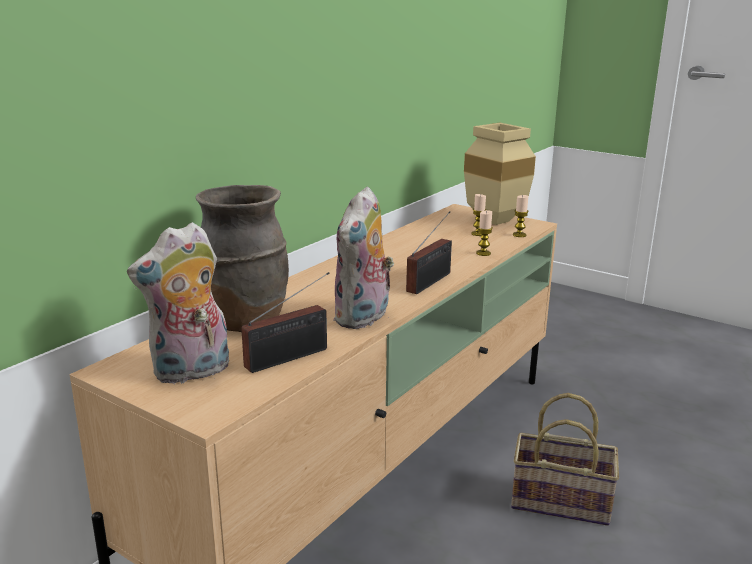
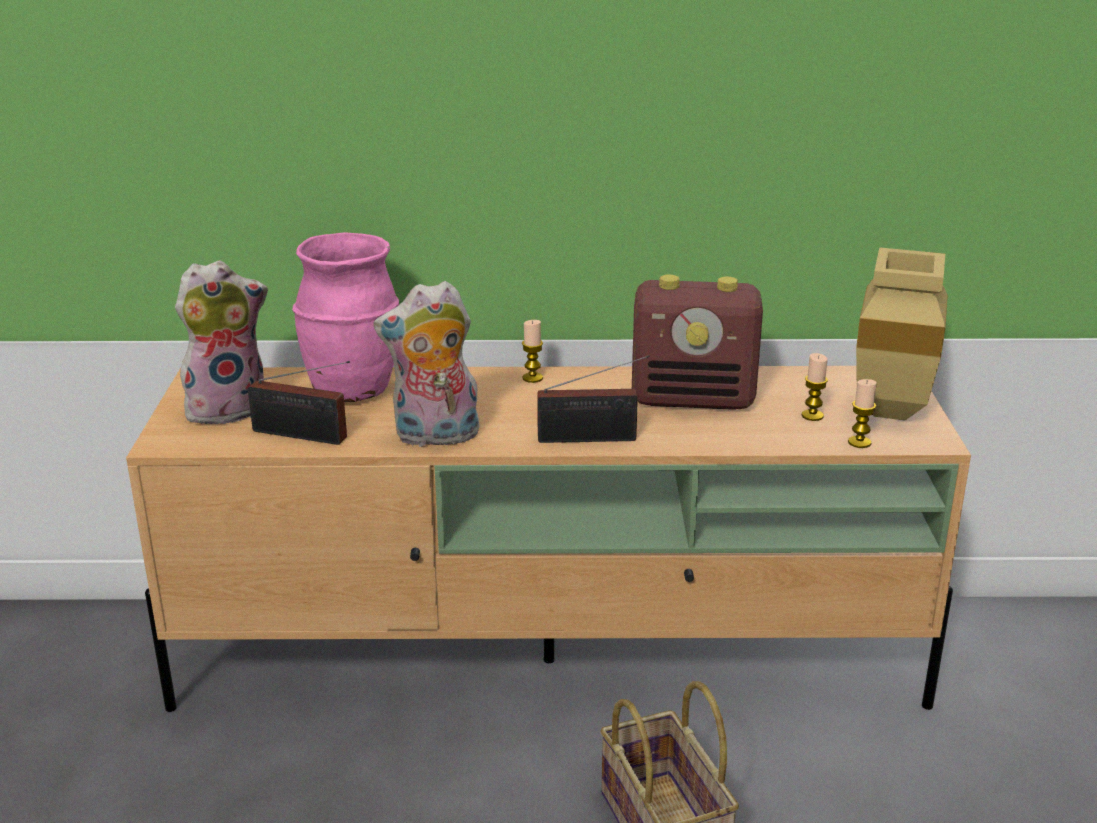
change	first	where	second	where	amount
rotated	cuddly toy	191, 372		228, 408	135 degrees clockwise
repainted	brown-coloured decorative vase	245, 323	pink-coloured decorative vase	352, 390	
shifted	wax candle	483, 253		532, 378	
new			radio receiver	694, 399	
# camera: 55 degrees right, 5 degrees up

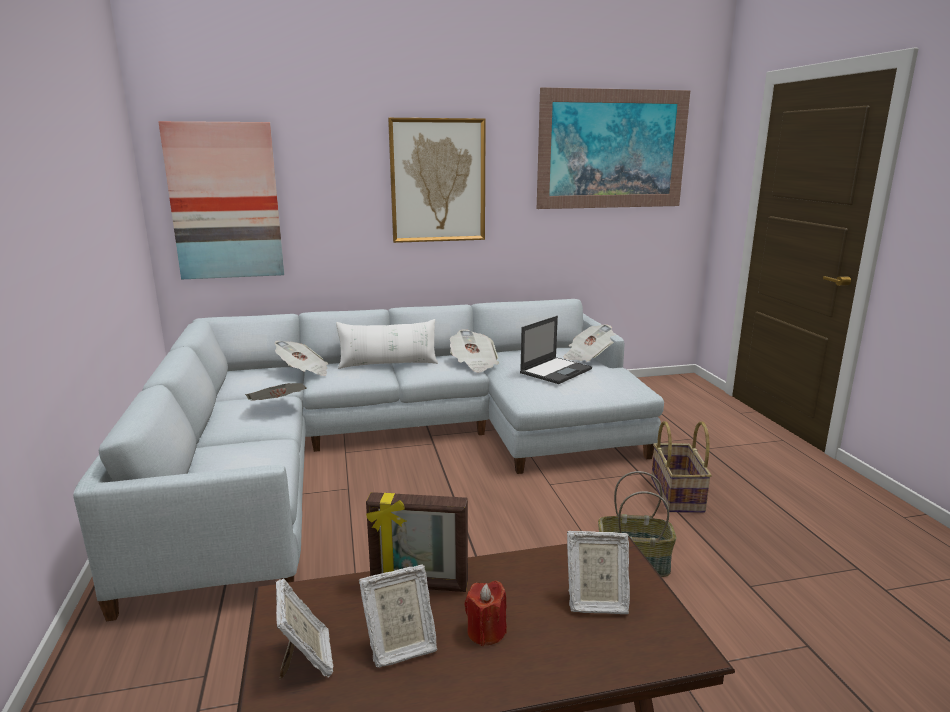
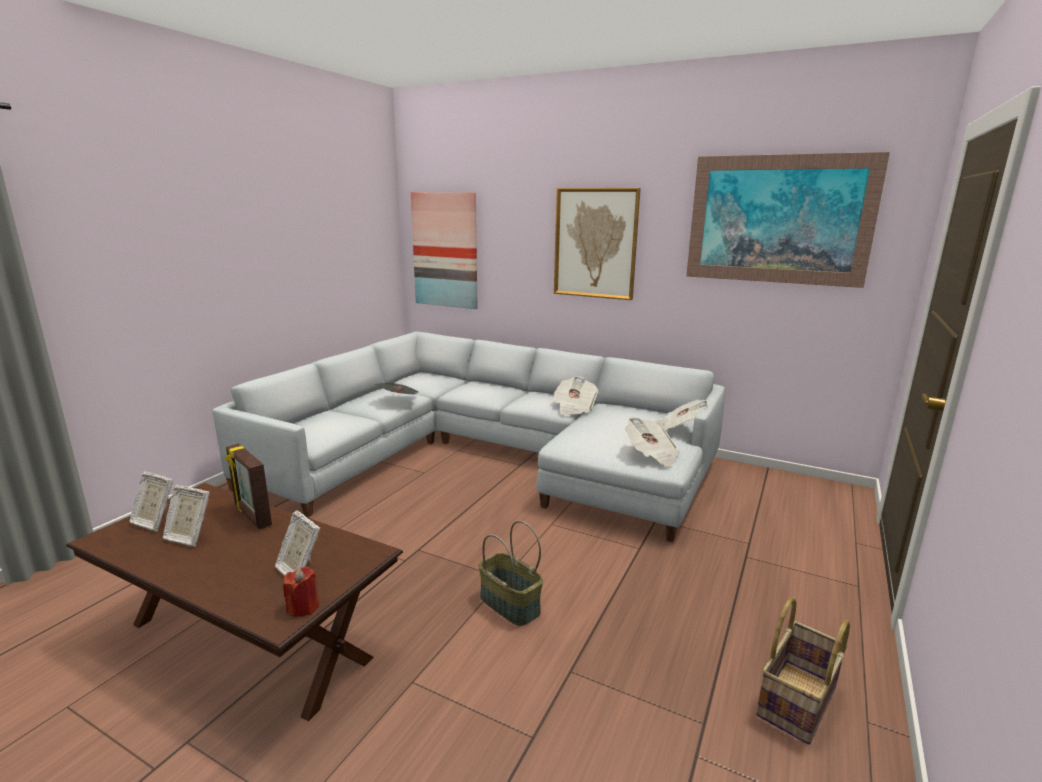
change	first	where	second	where	amount
shifted	newspaper	304, 371		651, 455	
rotated	standing frame	307, 661		154, 522	90 degrees clockwise
gone	white cushion	388, 364			
shifted	reddish wax candle	486, 632		303, 607	
gone	laptop	556, 370			
shifted	household basket	678, 495		798, 702	
# camera: 40 degrees right, 0 degrees up

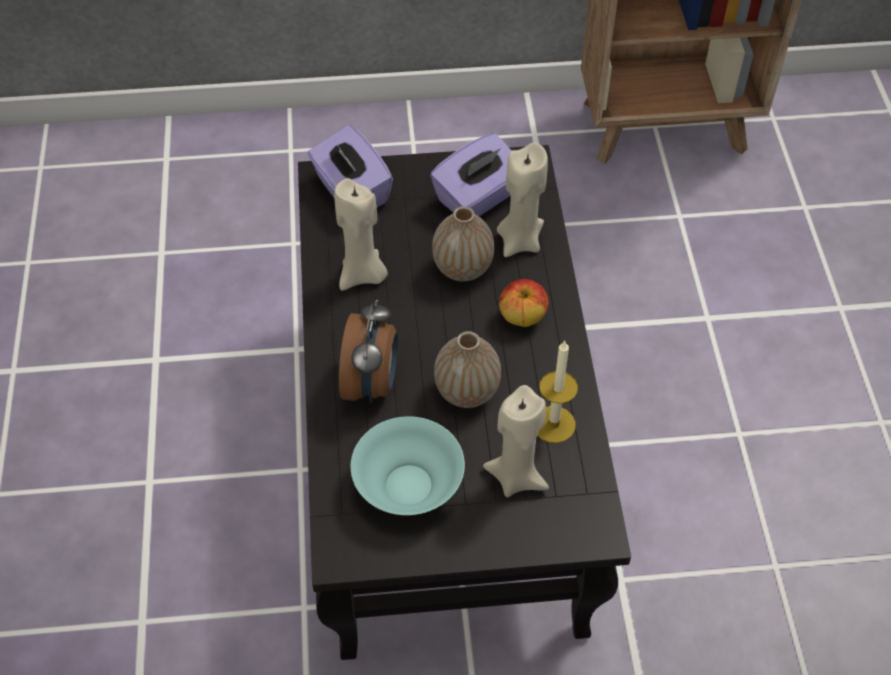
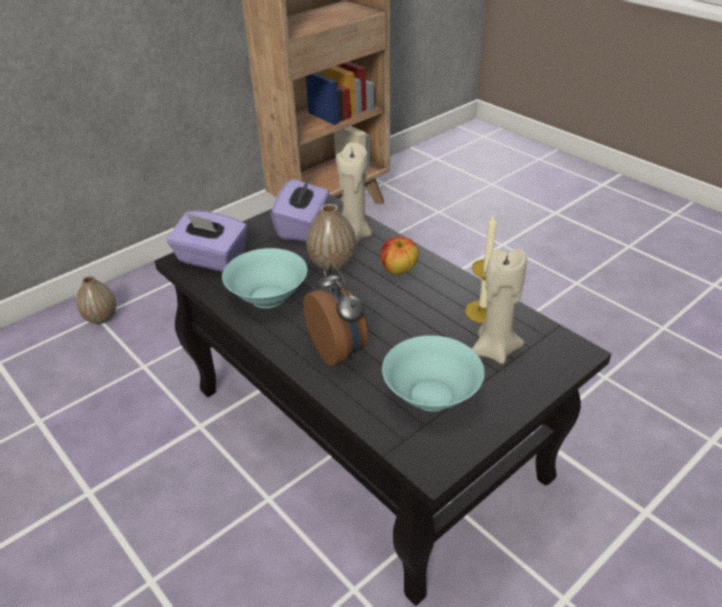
change	first	where	second	where	amount
swapped	sand-coloured wax candle	363, 275	blue-green deep dish	267, 297	
shifted	decorative vase	467, 392		101, 318	
# camera: 35 degrees left, 15 degrees down

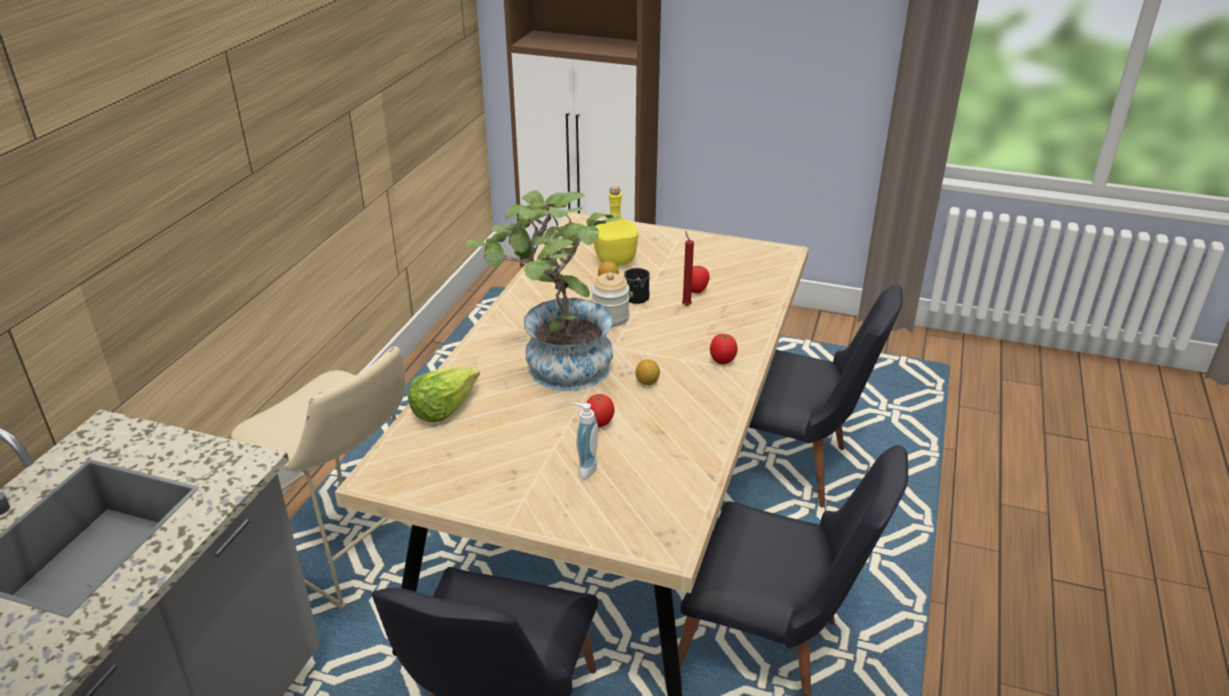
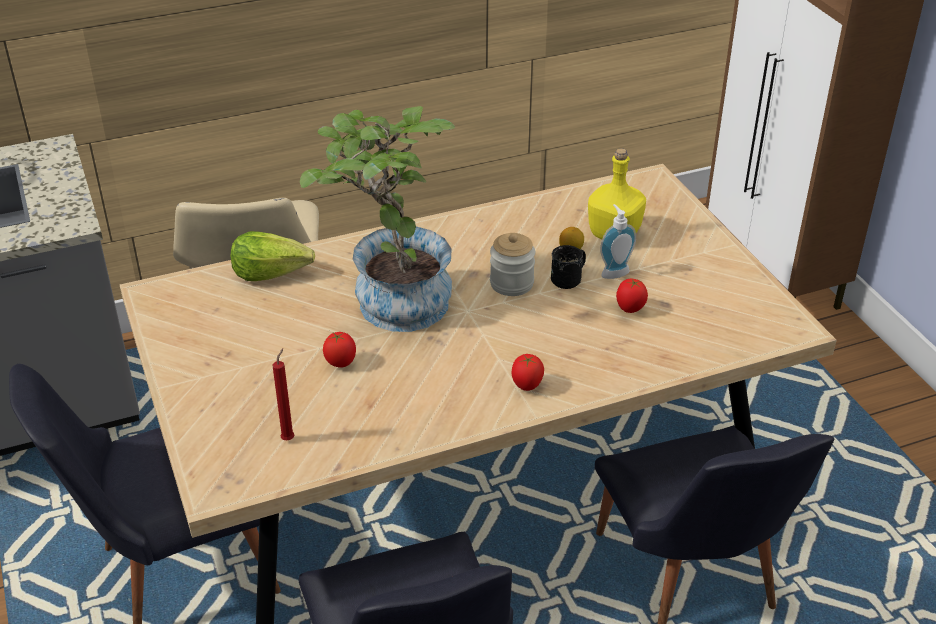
change	first	where	second	where	amount
shifted	soap dispenser	584, 468		613, 271	
gone	lemon	647, 382			
shifted	reddish wax candle	685, 305		289, 438	
# camera: 50 degrees right, 5 degrees up

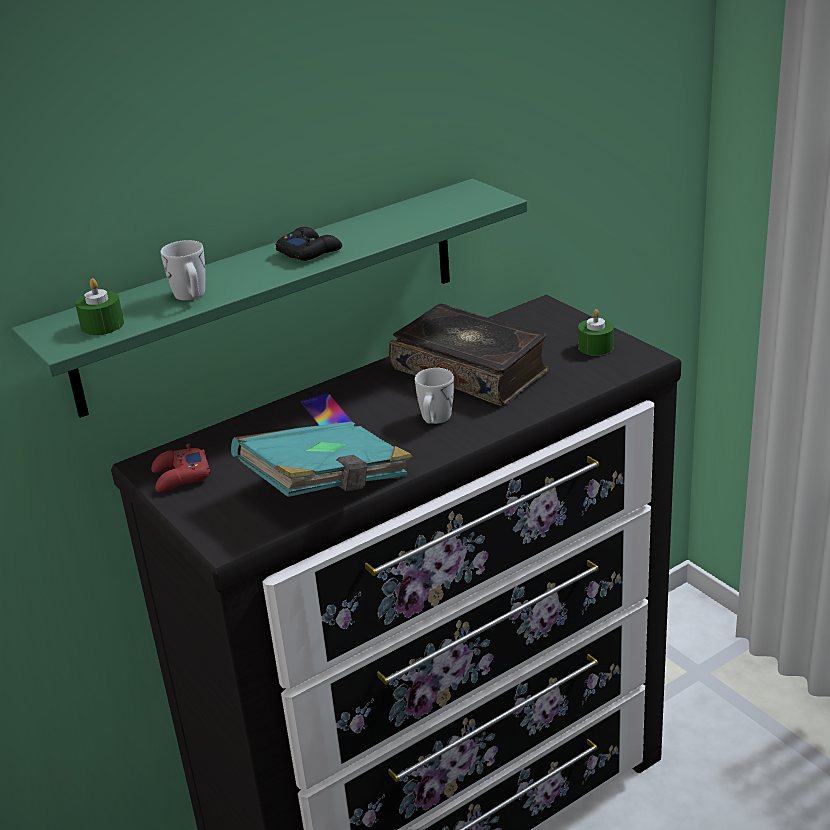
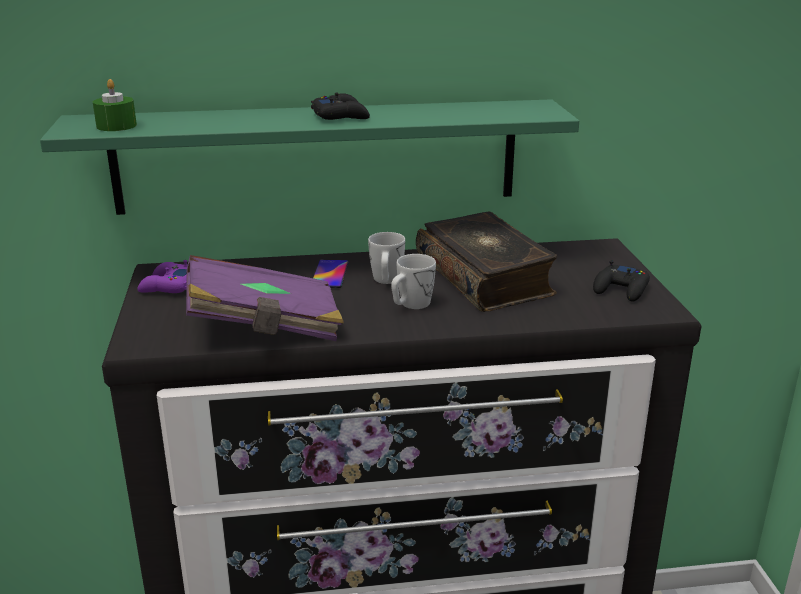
change	first	where	second	where	amount
repainted	reddish gamepad	180, 476	purple gamepad	168, 286	
shifted	white mug	191, 296		386, 281	
repainted	blue-green volume	327, 485	purple volume	265, 327	
swapped	green-coloured wax candle	595, 347	black-coloured gamepad	621, 289	
# camera: 25 degrees right, 5 degrees down

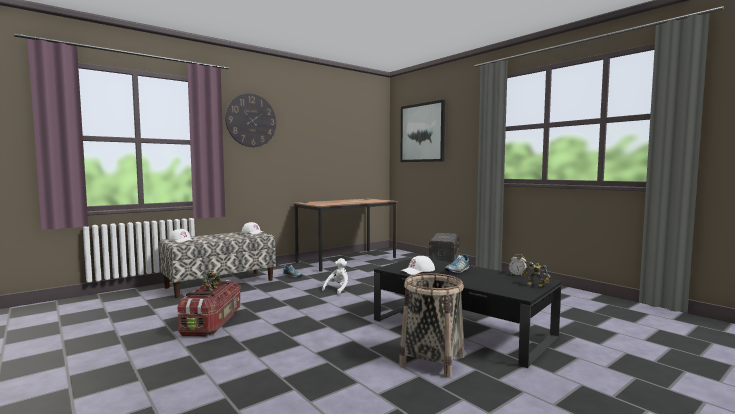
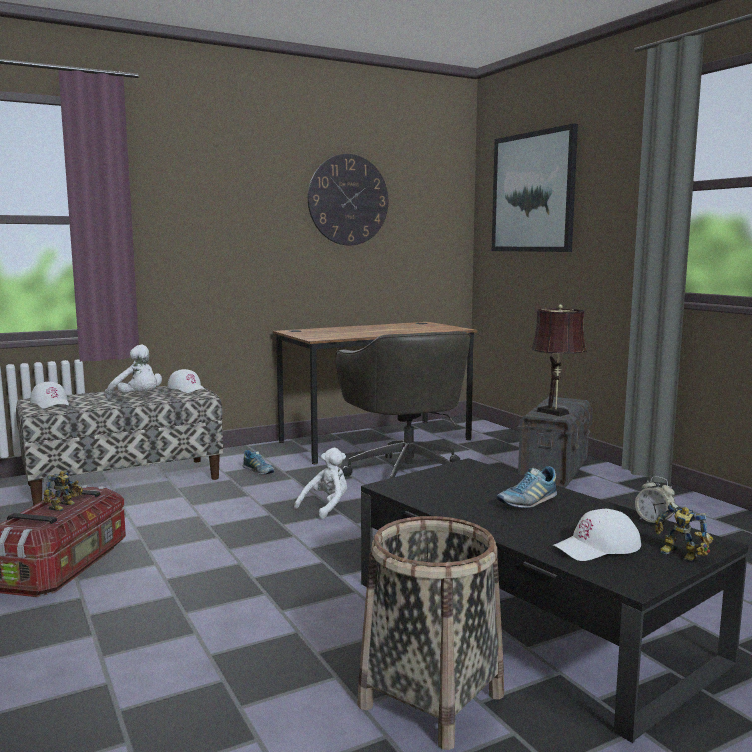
change	first	where	second	where	amount
shifted	wall clock	251, 120		348, 200	
shifted	white baseball cap	418, 271		597, 547	
new			white cuddly toy	138, 398	
new			greyish desk chair	406, 473	
new			brown-coloured table lamp	555, 413	
# camera: 10 degrees right, 5 degrees up

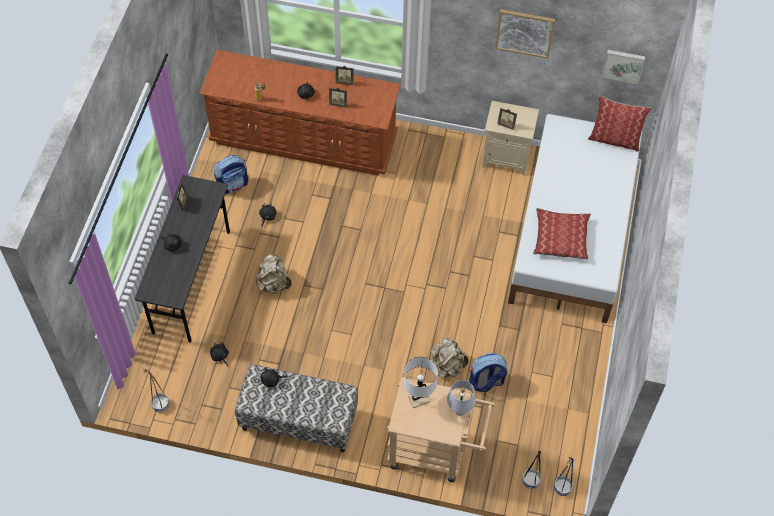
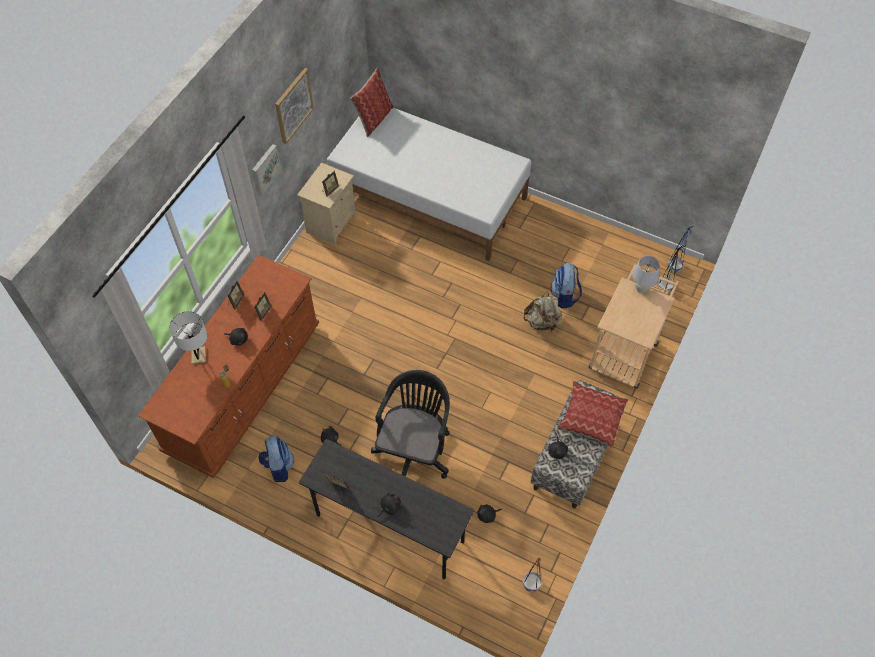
change	first	where	second	where	amount
swapped	sand-coloured rucksack	274, 284	black-coloured desk chair	414, 449	
shifted	white table lamp	418, 399		198, 355	
shifted	cushion	561, 238		591, 418	
shifted	wall picture	623, 65		265, 169	
# camera: 75 degrees left, 0 degrees up

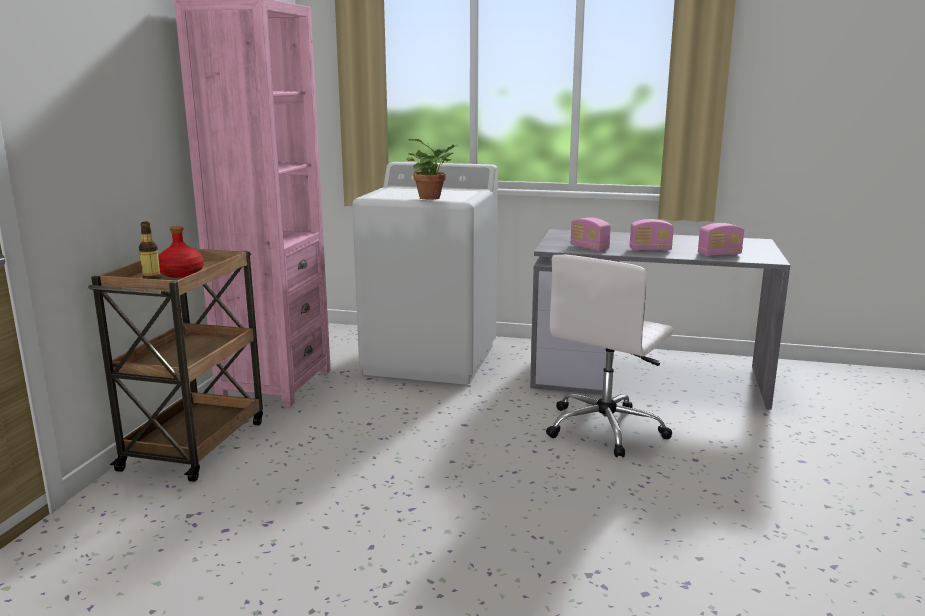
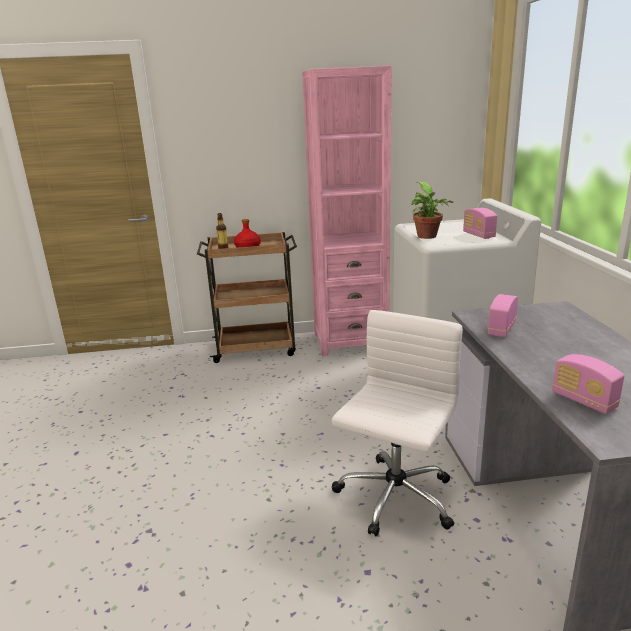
change	first	where	second	where	amount
rotated	white desk chair	606, 428		394, 498	105 degrees clockwise
shifted	radio receiver	650, 249		478, 235	
# camera: 70 degrees right, 5 degrees up

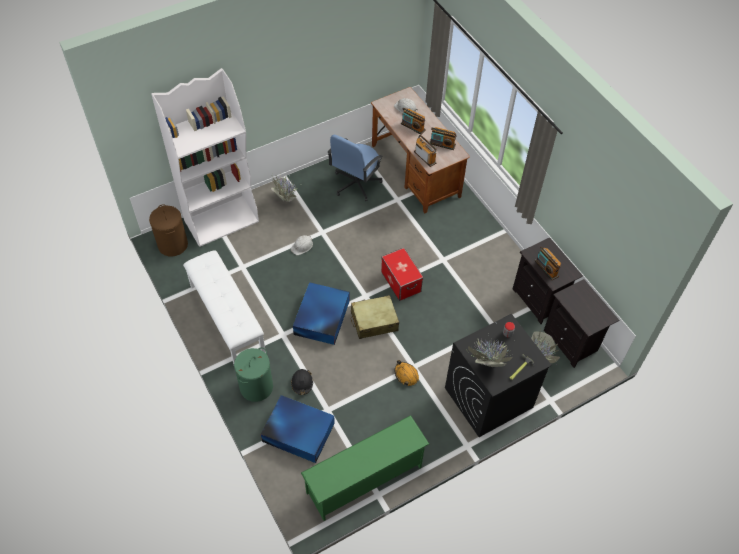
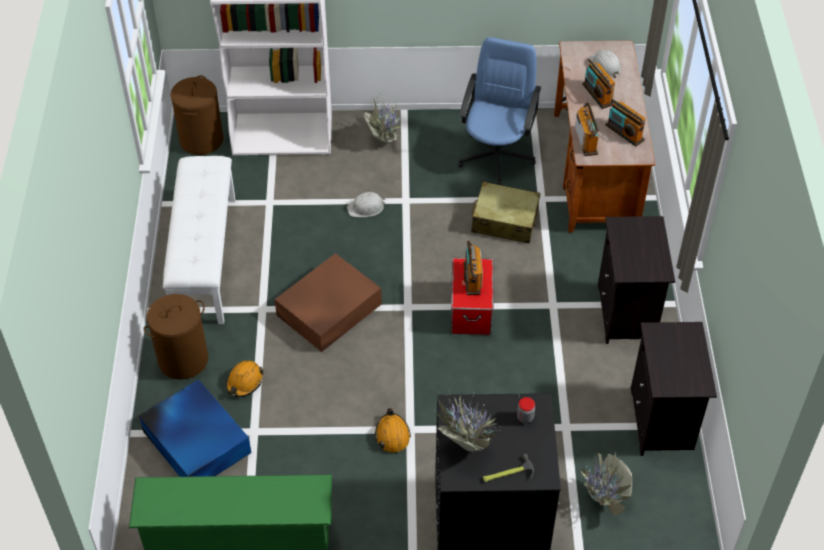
change	first	where	second	where	amount
repainted	green-coloured washing basket	256, 387	brown-coloured washing basket	183, 360	
repainted	black-coloured hard hat	302, 383	orangey hard hat	244, 382	
repainted	blue storage bin	321, 318	brown-coloured storage bin	327, 310	
rotated	blue desk chair	356, 184		496, 156	135 degrees clockwise
shifted	sand-coloured travel case	374, 321		504, 221	
shifted	radio receiver	546, 268		471, 278	
shifted	black-coloured nightstand	572, 342		627, 313	
# camera: 30 degrees right, 5 degrees down

